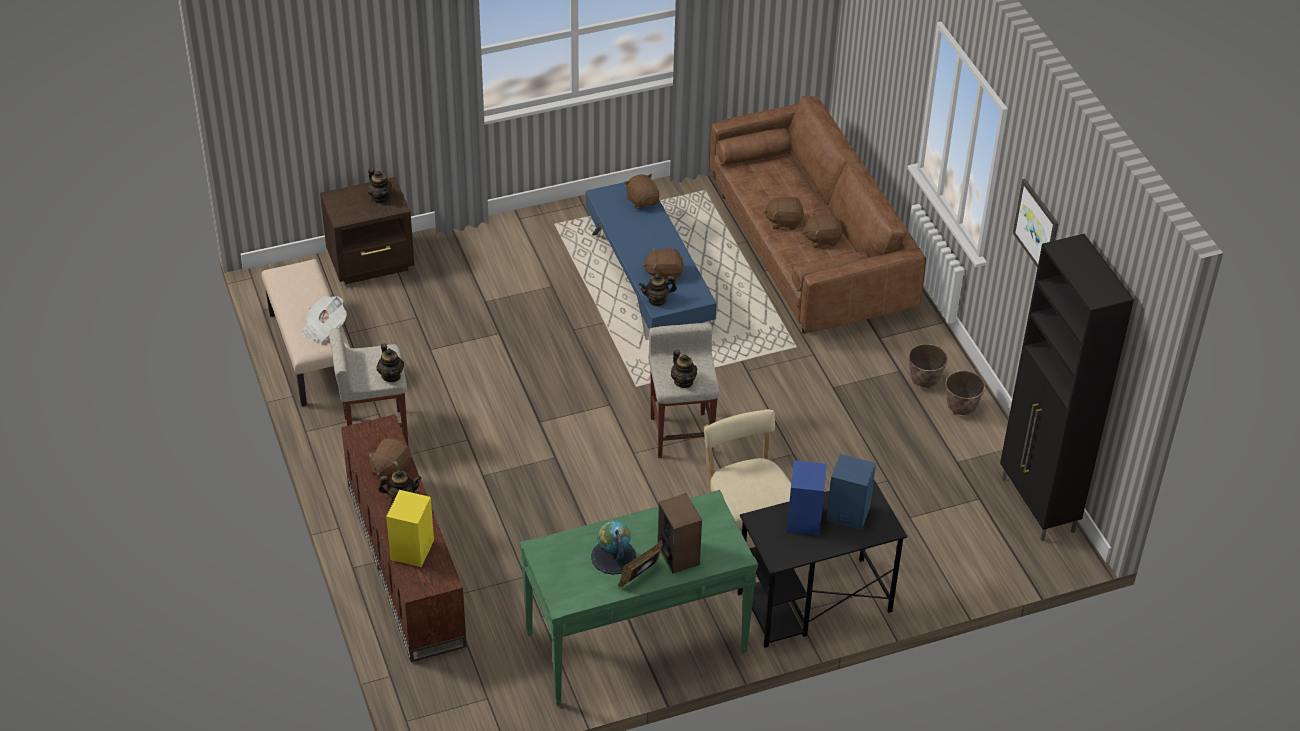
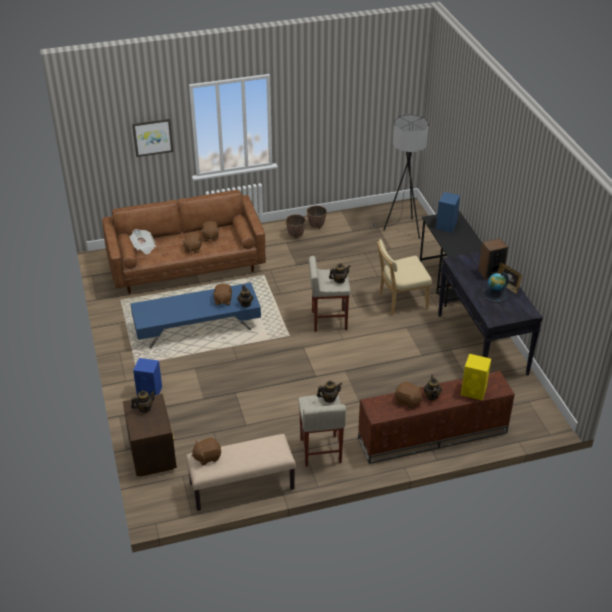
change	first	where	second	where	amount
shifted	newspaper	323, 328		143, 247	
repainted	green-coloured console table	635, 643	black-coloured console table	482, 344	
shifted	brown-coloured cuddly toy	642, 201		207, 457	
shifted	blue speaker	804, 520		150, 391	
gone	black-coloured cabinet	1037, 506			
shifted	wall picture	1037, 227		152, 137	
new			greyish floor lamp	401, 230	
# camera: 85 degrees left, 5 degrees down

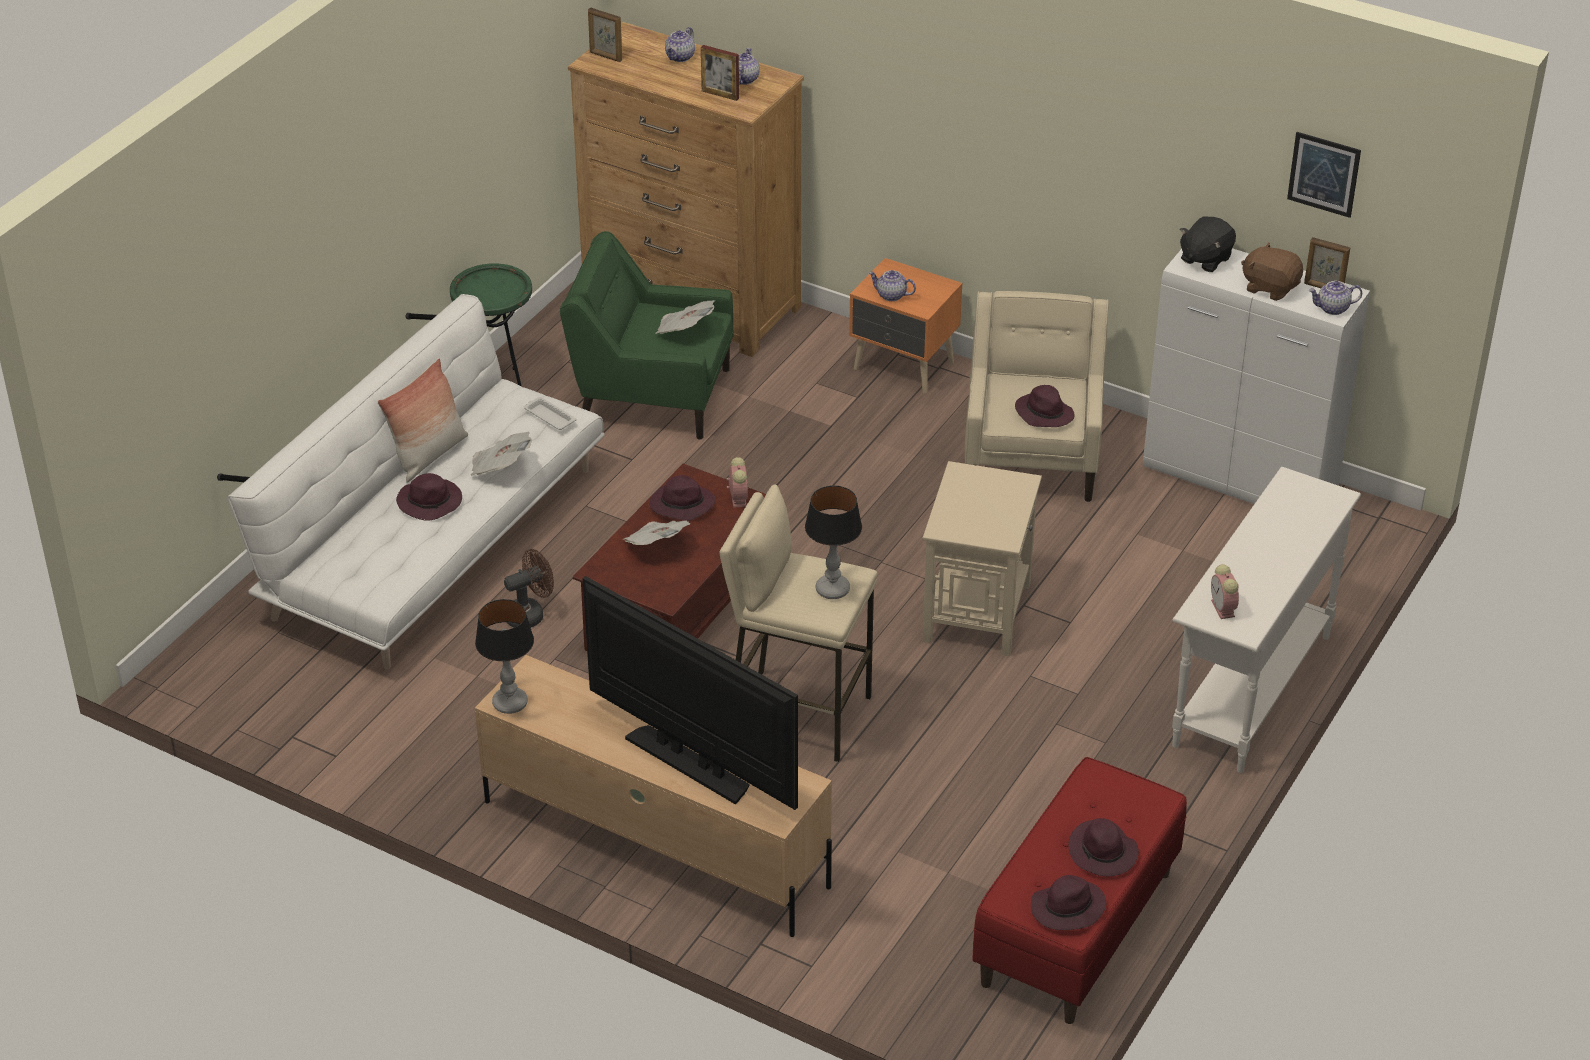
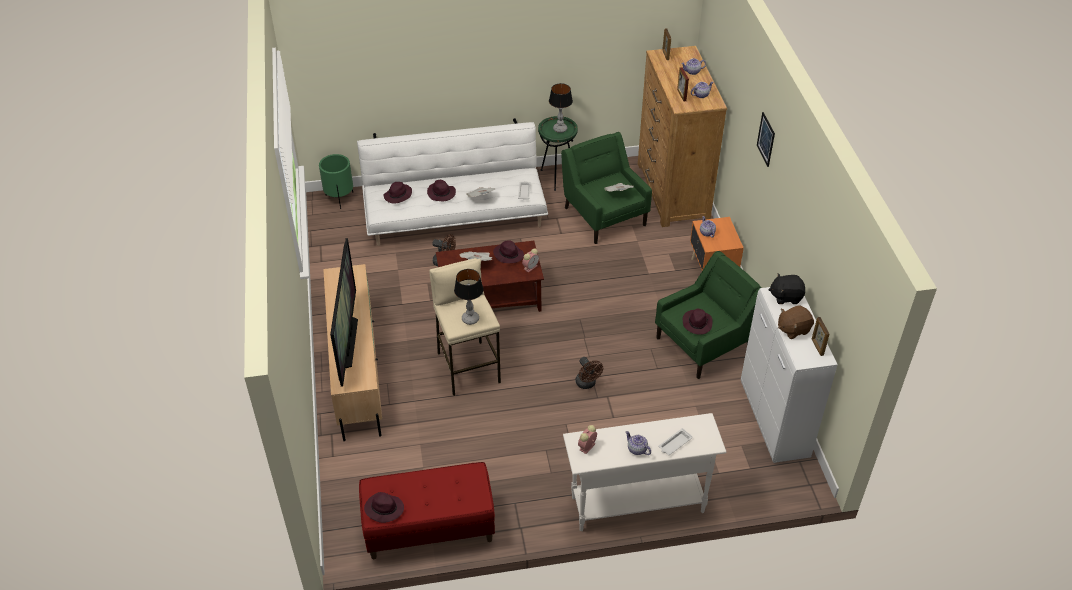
change	first	where	second	where	amount
gone	cushion	429, 455			
shifted	table lamp	509, 703		559, 129	
swapped	sand-coloured end table	977, 611	brown-coloured cooling fan	587, 384	
repainted	sand-coloured easy chair	1032, 455	green-coloured easy chair	705, 343	
shifted	purple hat	1103, 853		398, 195	
rotated	brown-coloured cuddly toy	1270, 287		793, 329	105 degrees counterclockwise
shifted	wall picture	1324, 174		766, 139	
shifted	teapot	1332, 308		636, 449	
new			green-coloured plant pot	340, 198	
new			white tray	674, 444	
# camera: 50 degrees right, 5 degrees up

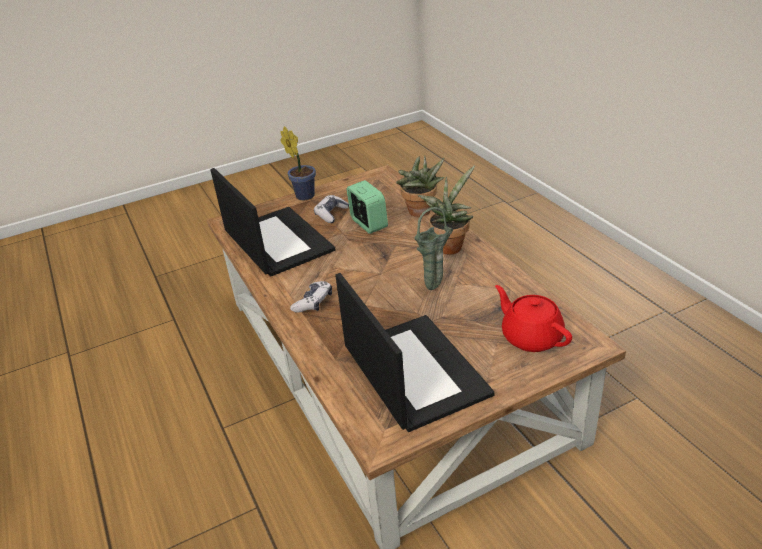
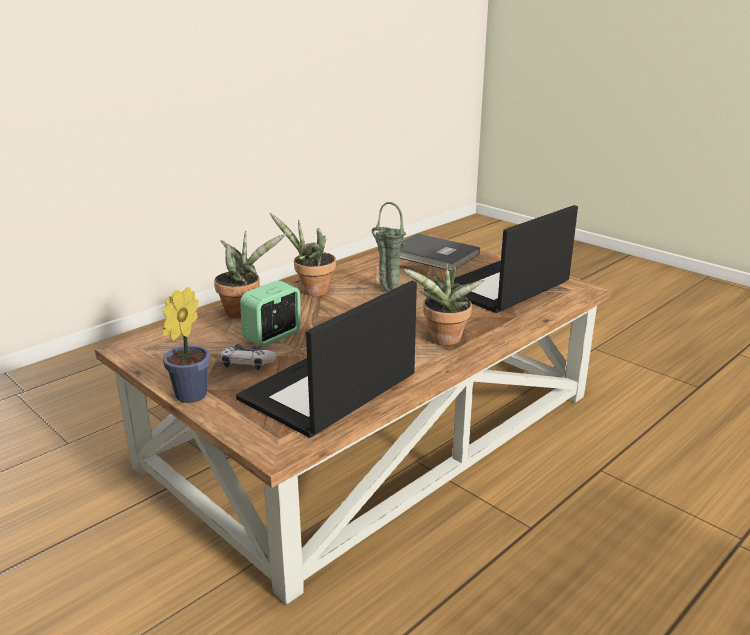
change	first	where	second	where	amount
swapped	gamepad	313, 302	plant in a pot	443, 341	
swapped	reddish teapot	531, 337	greyish volume	433, 256	
# camera: 110 degrees left, 10 degrees down

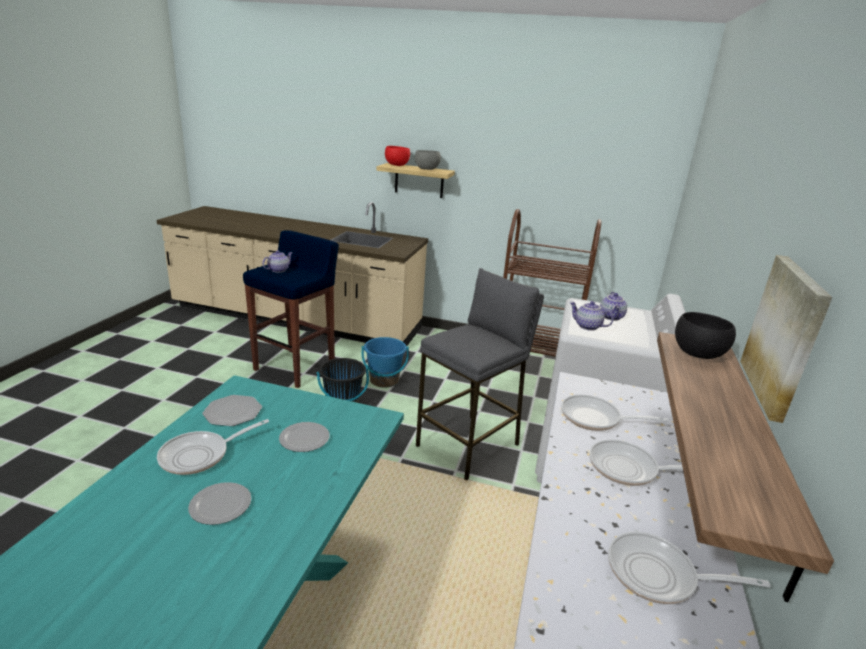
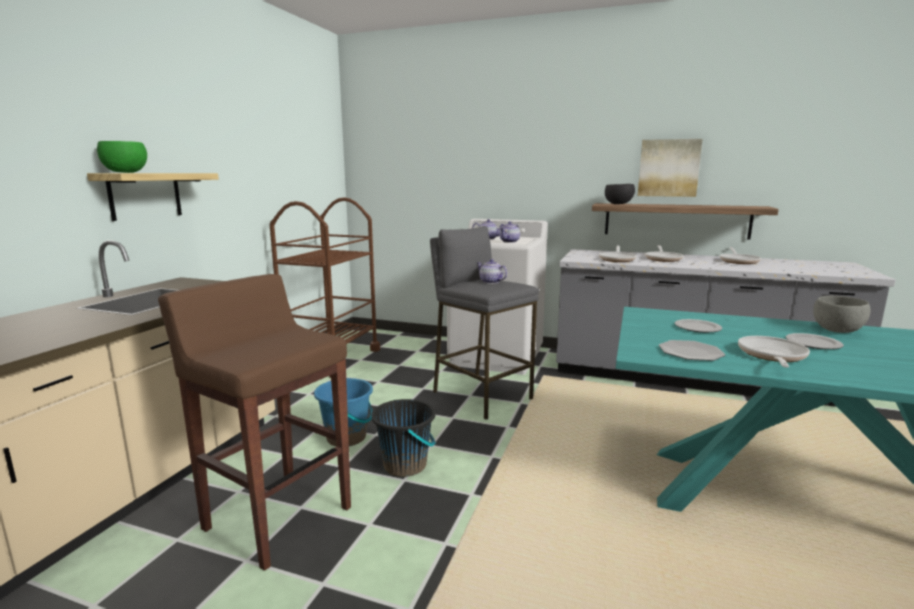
change	first	where	second	where	amount
rotated	skillet	200, 455		771, 356	120 degrees counterclockwise
repainted	blue stool seat	295, 367	brown-coloured stool seat	277, 517	
shifted	teapot	278, 270		491, 282	
repainted	reddish deep dish	397, 165	green-coloured deep dish	126, 172	
shifted	greyish deep dish	427, 169		836, 330	
# camera: 85 degrees left, 10 degrees down

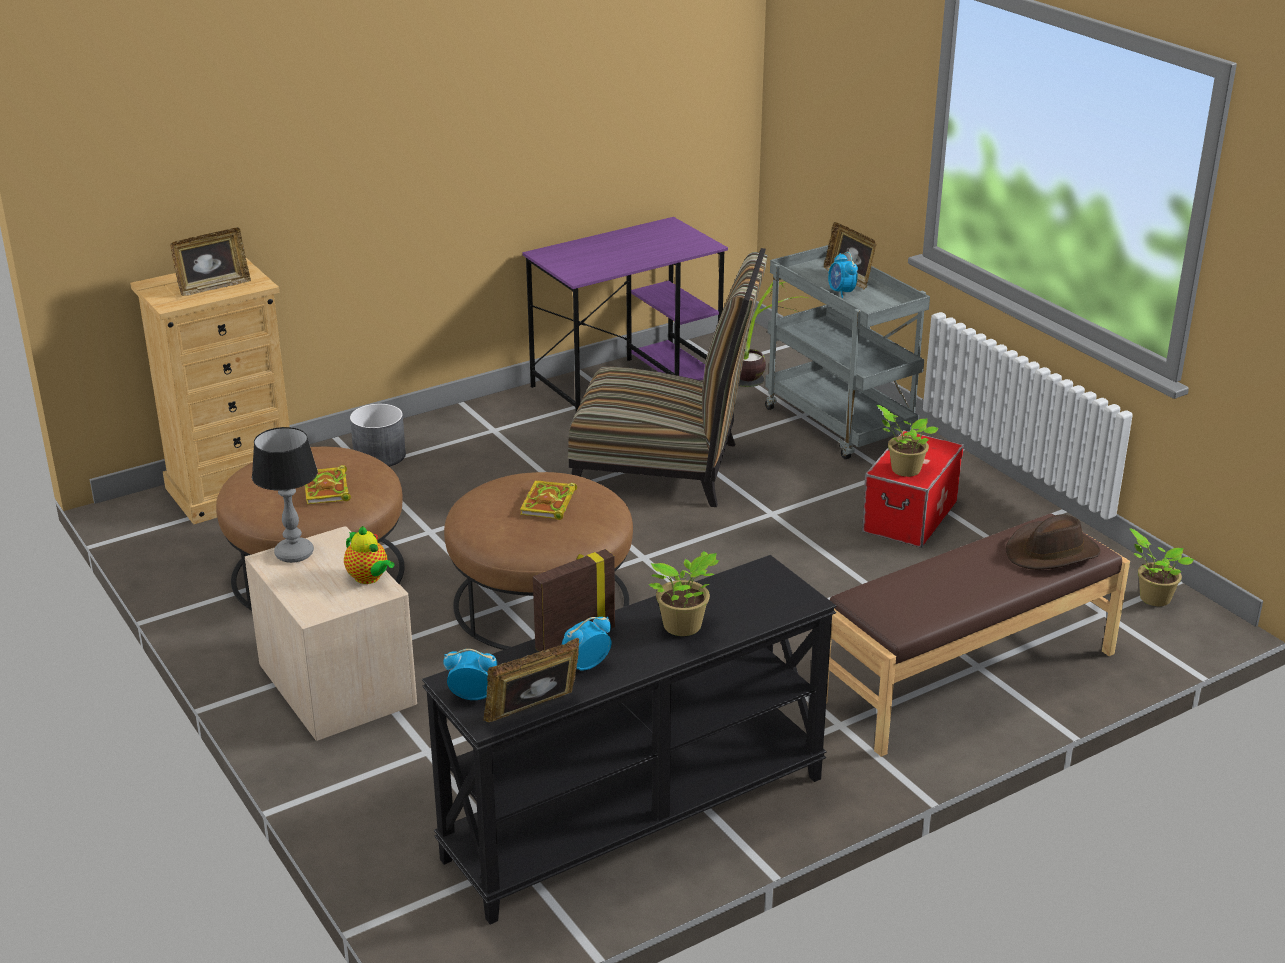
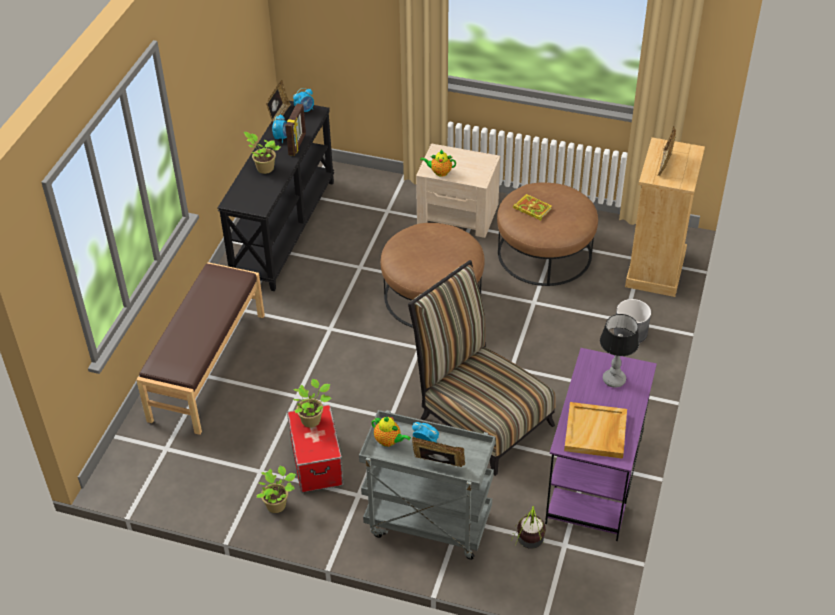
change	first	where	second	where	amount
shifted	table lamp	294, 553		614, 380	
gone	volume	548, 504			
rotated	upright chair	666, 469		480, 416	75 degrees clockwise
gone	brown-coloured hat	1052, 553			
shifted	plant in a pot	1152, 598		278, 505	
new			teapot	389, 441	
new			sand-coloured tray	596, 432	
# camera: 140 degrees right, 15 degrees up

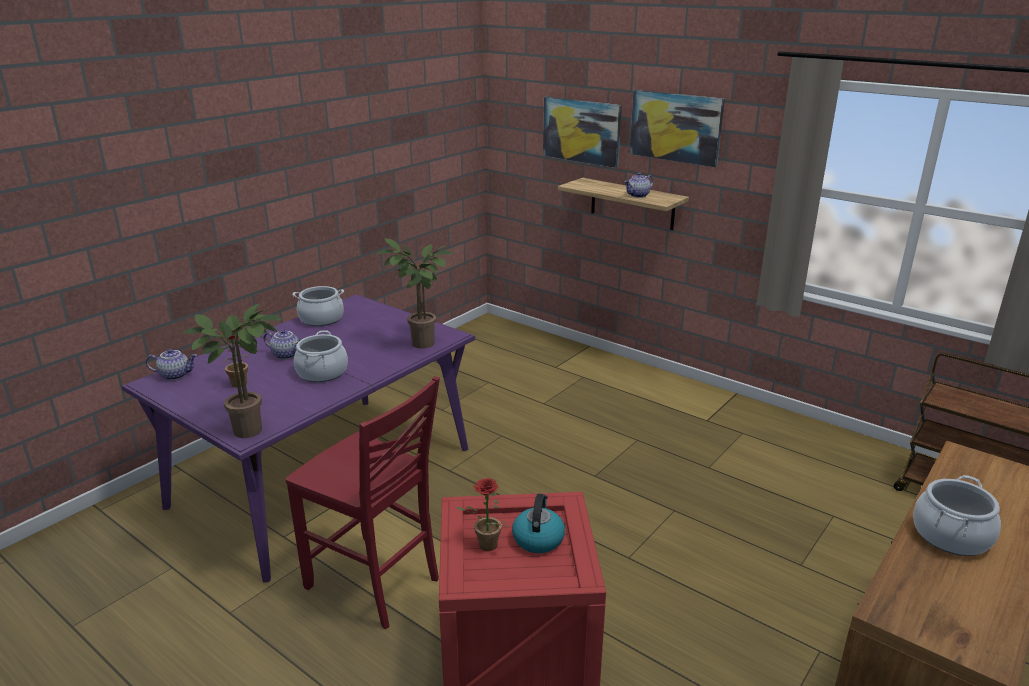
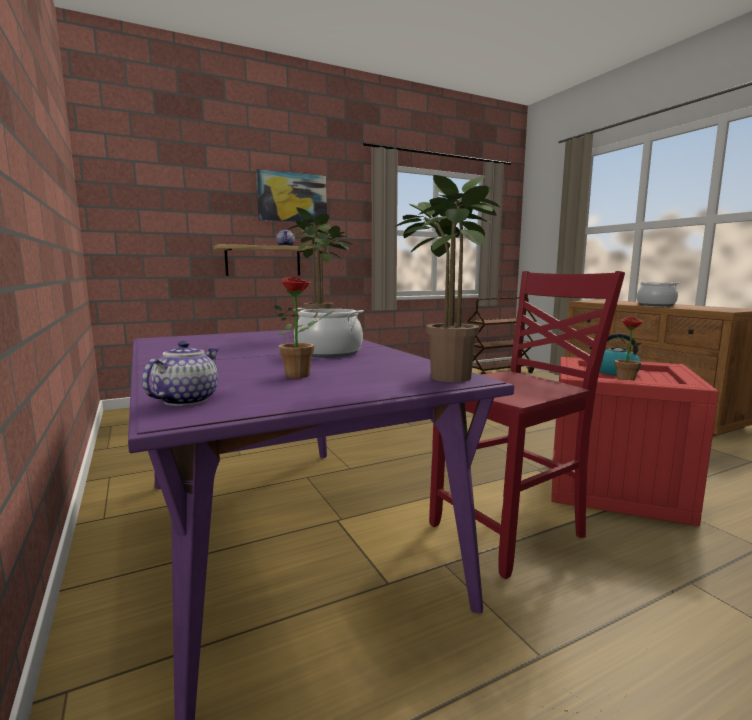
change	first	where	second	where	amount
gone	teapot	287, 355			
gone	cooking pot	321, 319			
gone	wall picture	581, 131			
# camera: 65 degrees left, 15 degrees down

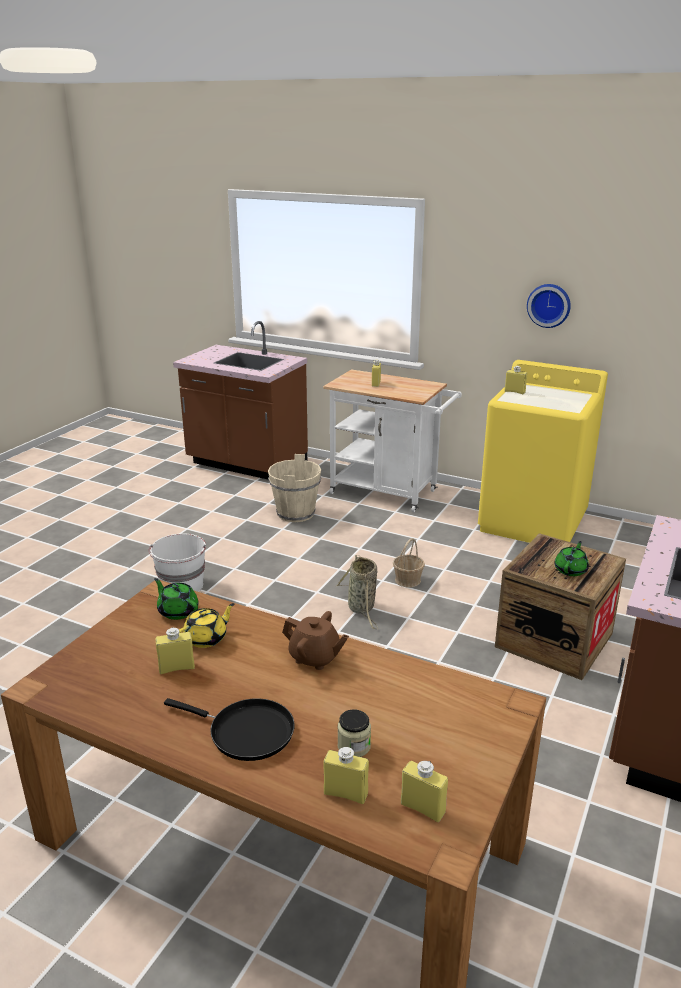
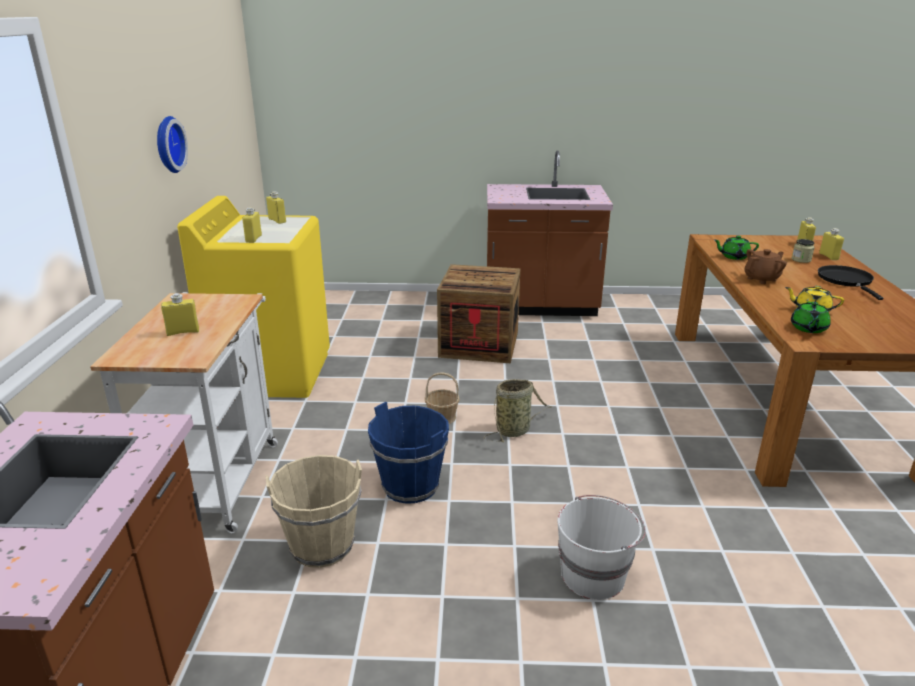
change	first	where	second	where	amount
shifted	yellow beverage bottle	176, 668		277, 221	
rotated	brown-coloured teapot	315, 658		761, 279	60 degrees clockwise
shifted	green-coloured teapot	571, 570		734, 257	
new			blue bucket	411, 486	
# camera: 115 degrees left, 0 degrees up

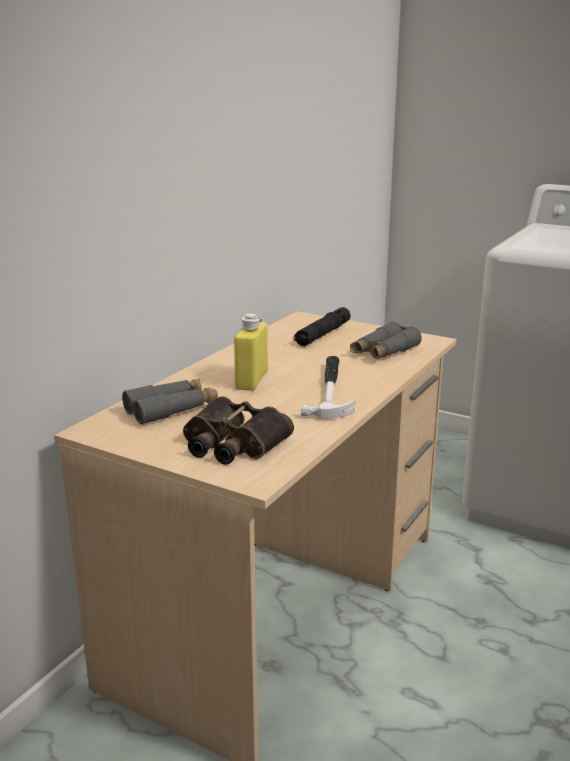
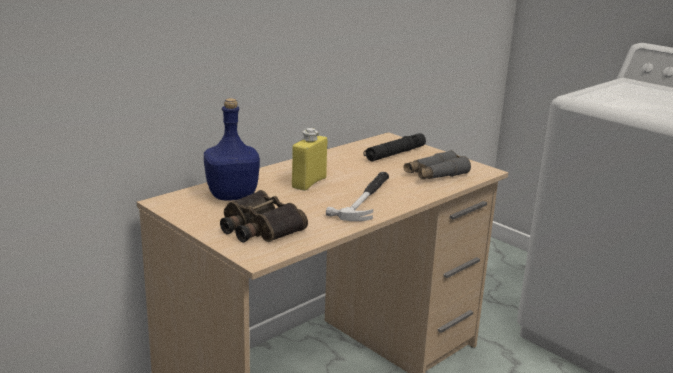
change	first	where	second	where	amount
swapped	greyish binoculars	172, 409	blue beverage bottle	232, 195	
# camera: 15 degrees right, 0 degrees up

